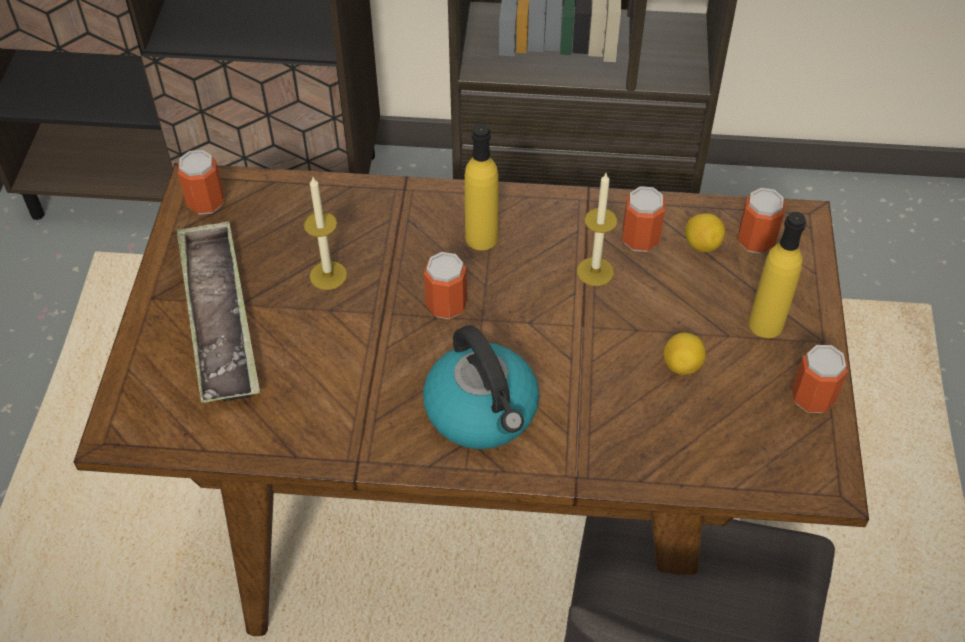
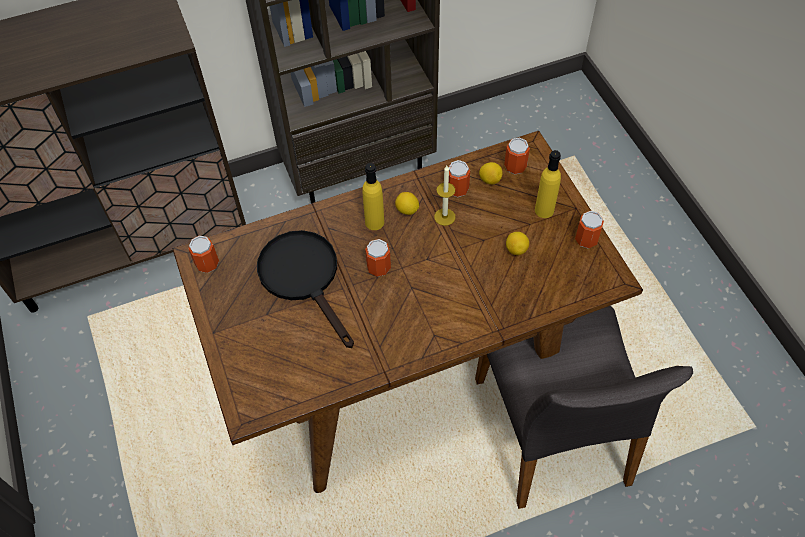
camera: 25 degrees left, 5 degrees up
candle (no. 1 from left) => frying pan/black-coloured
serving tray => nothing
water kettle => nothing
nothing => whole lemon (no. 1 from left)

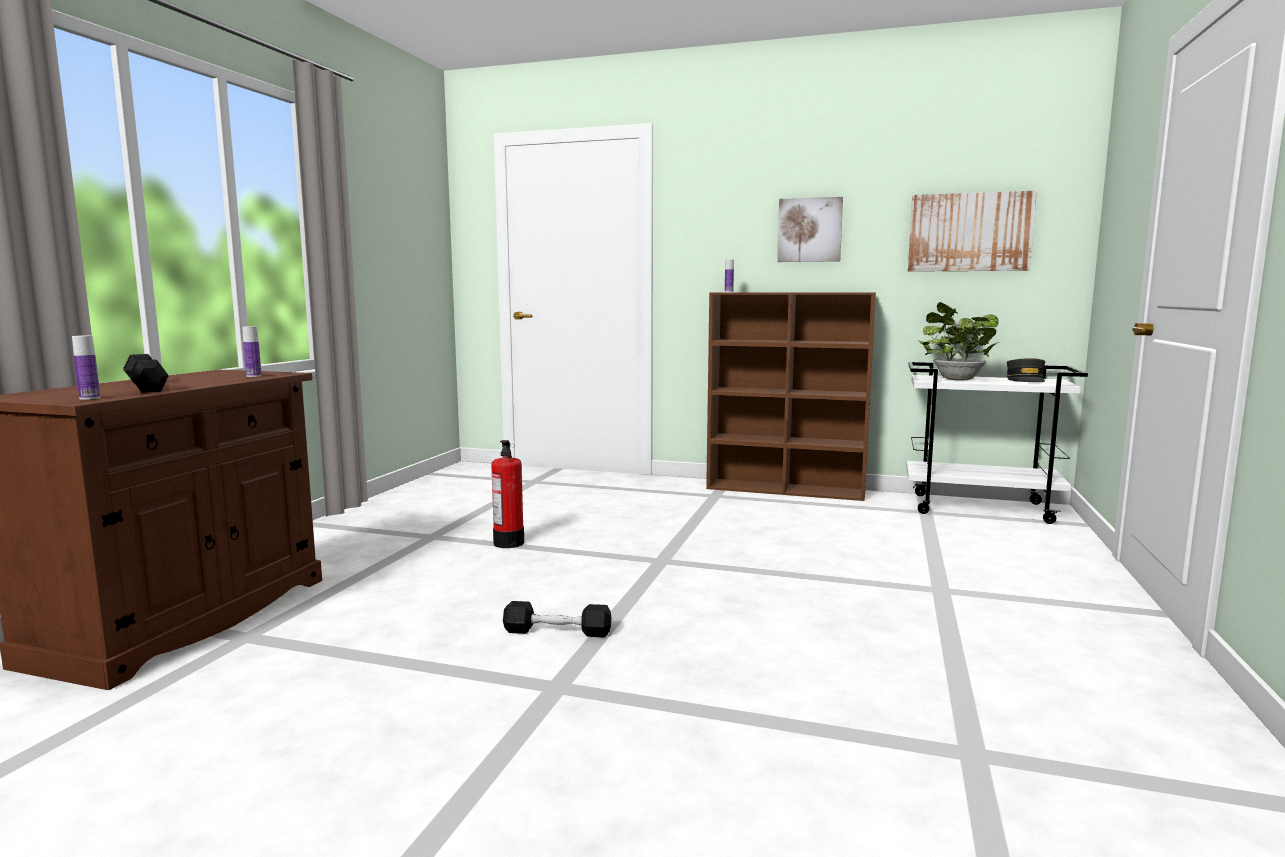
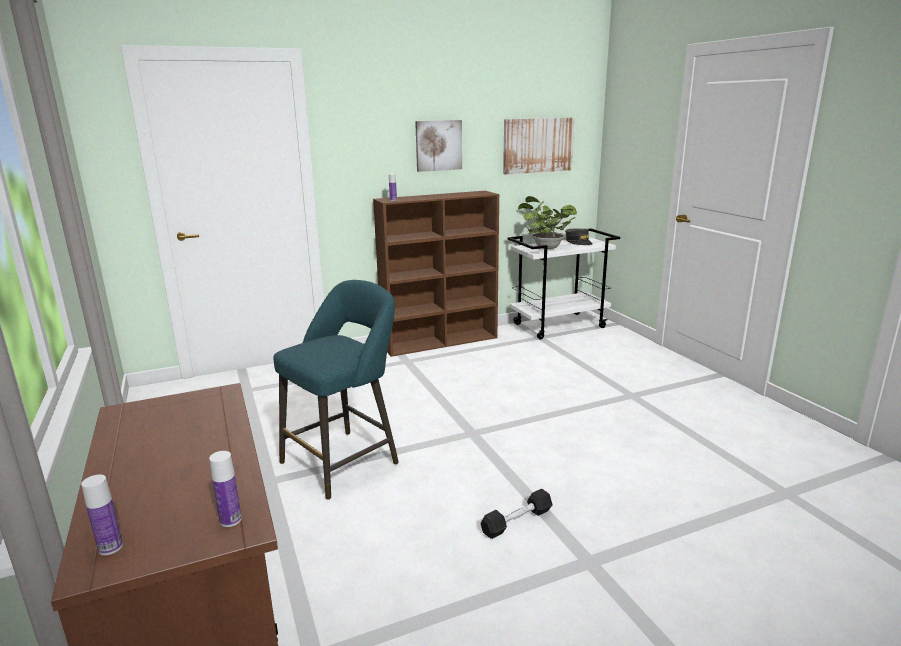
camera: 40 degrees left, 10 degrees up
drink bottle (no. 2 from left in the first image) => drink bottle (no. 1 from left), relocated
free weight/black-coloured (no. 1 from left) => nothing
extinguisher => stool/turquoise

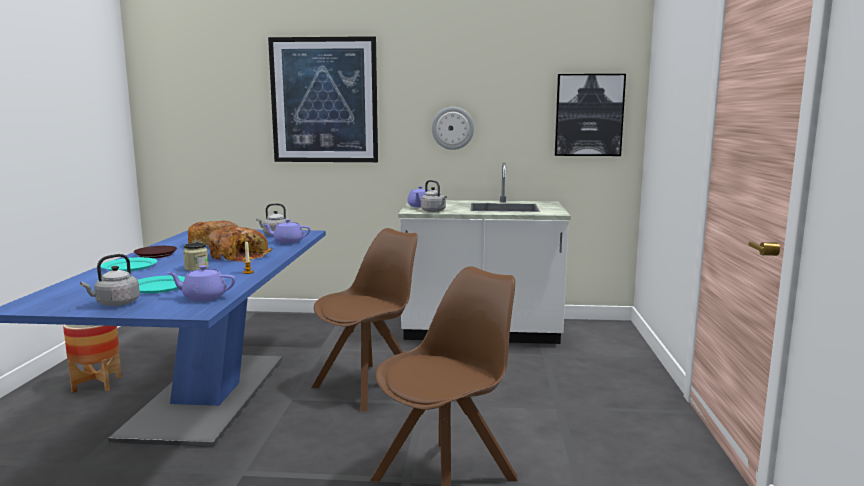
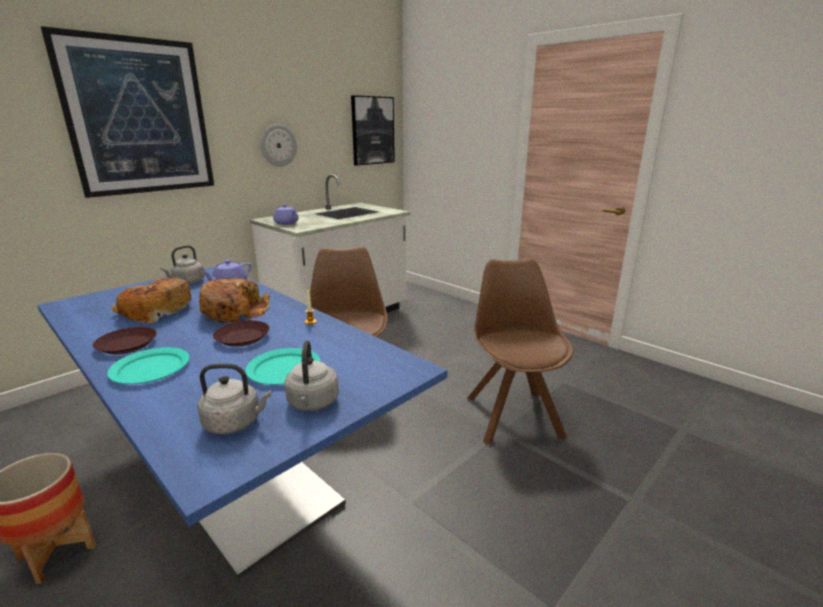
camera: 50 degrees left, 10 degrees up
water kettle/grey (no. 3 from left in the first image) => water kettle/grey (no. 2 from left), relocated
jar => plate/brownish (no. 2 from left)
teapot/purplish (no. 1 from left) => nothing

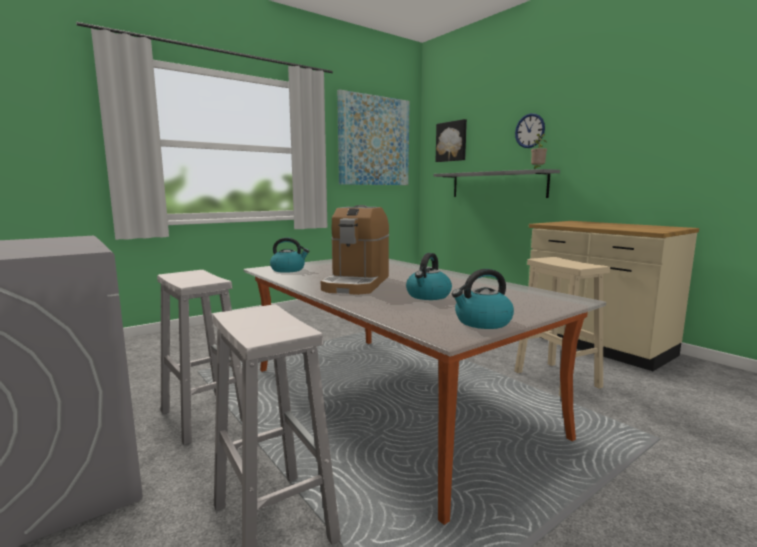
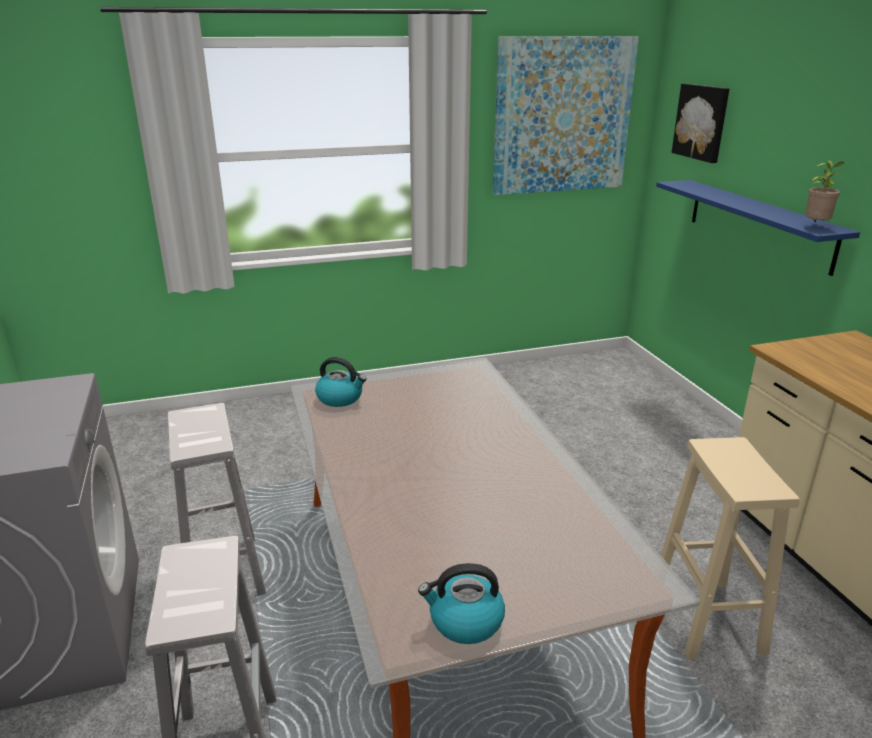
camera: 20 degrees right, 15 degrees up
wall clock => nothing
wall shelf/grey => wall shelf/blue-coloured
coffee brewer => nothing
water kettle (no. 2 from left) => nothing

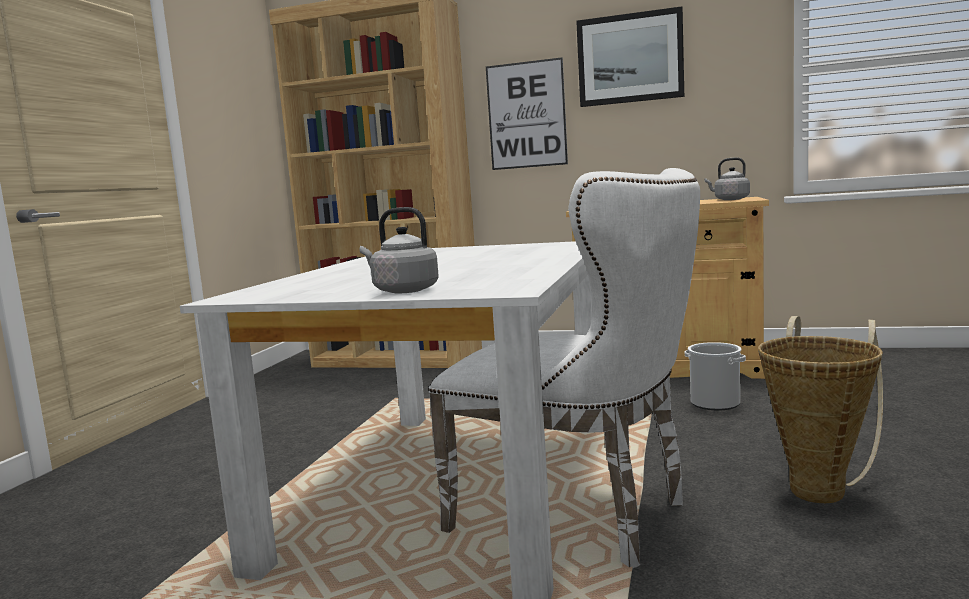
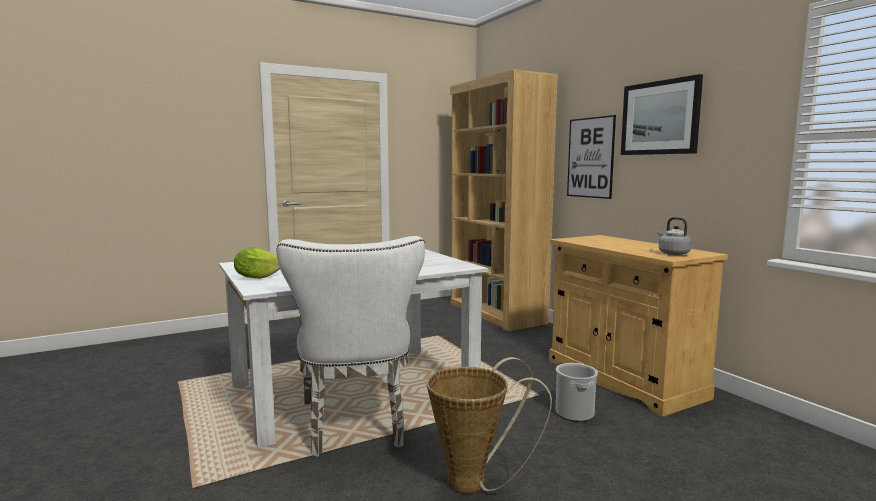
camera: 45 degrees right, 0 degrees up
water kettle/grey (no. 1 from left) => head of lettuce

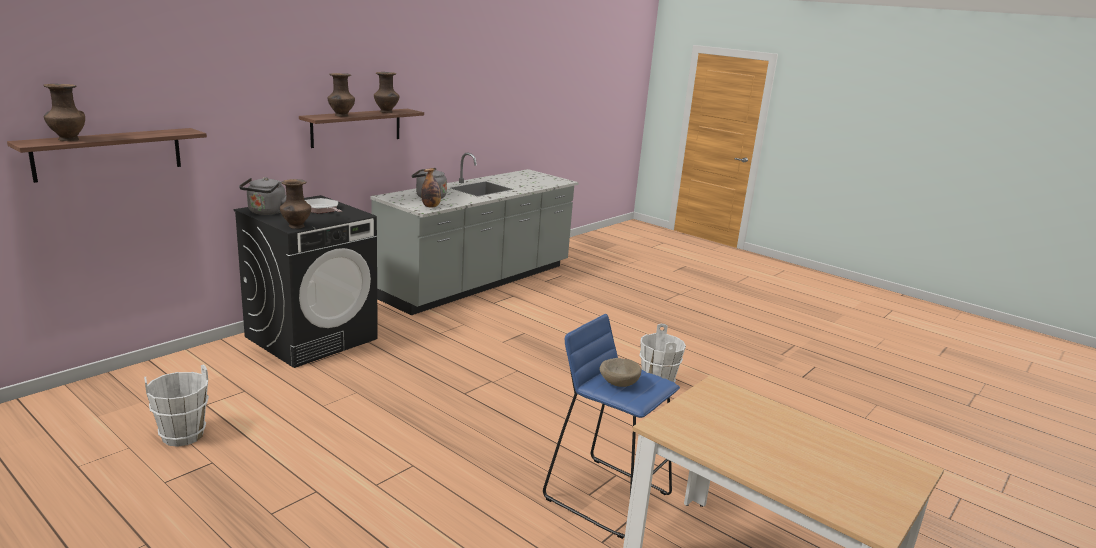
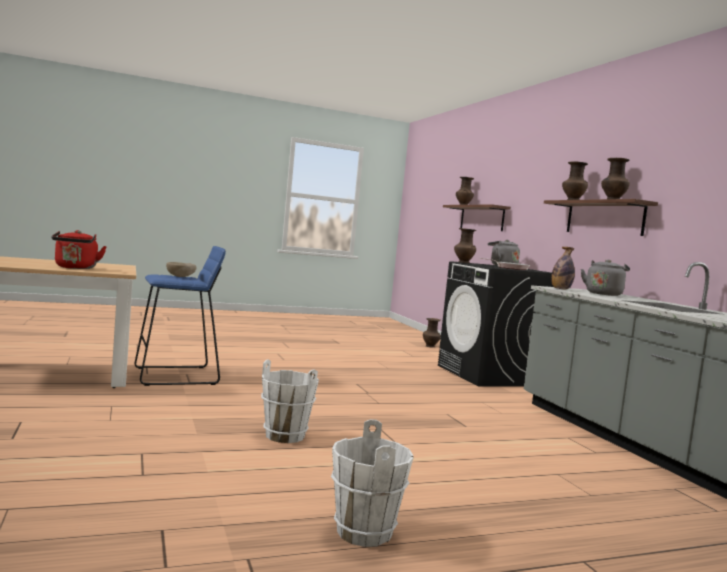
camera: 120 degrees right, 15 degrees down
water bucket/whitish (no. 1 from left in the first image) => water bucket/whitish (no. 2 from left), relocated
nothing => water kettle/red
nothing => decorative vase/brownish (no. 1 from left)

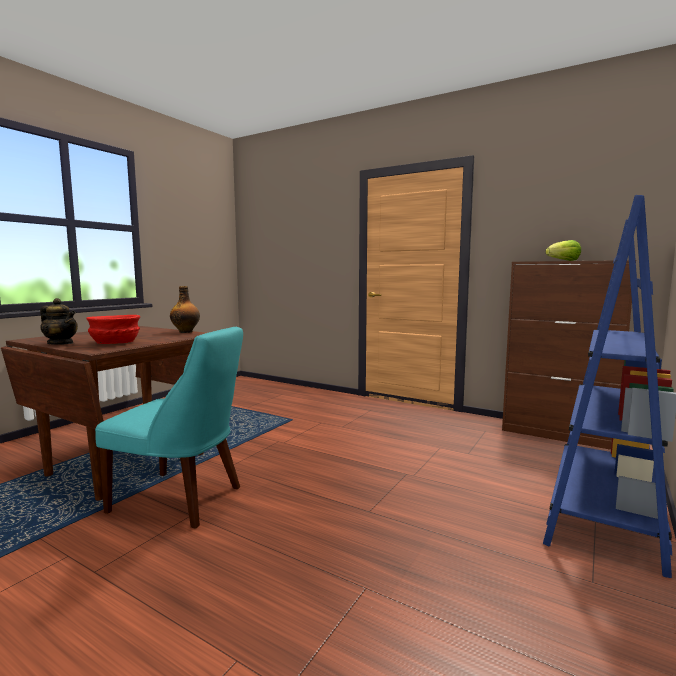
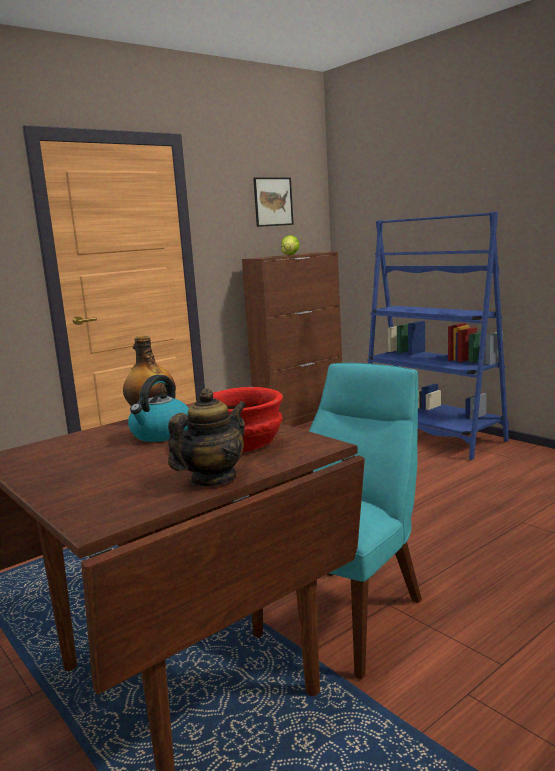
camera: 70 degrees left, 5 degrees up
nothing => wall picture
nothing => water kettle

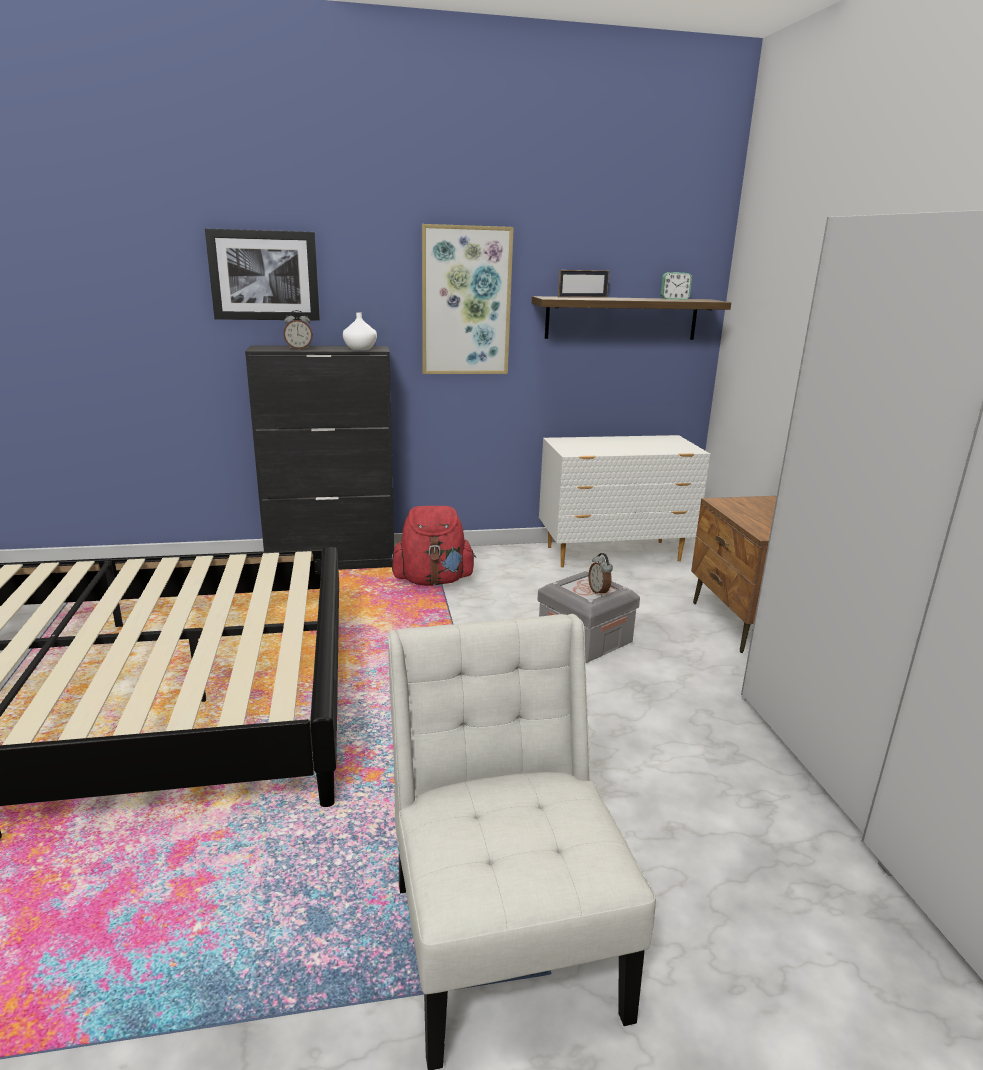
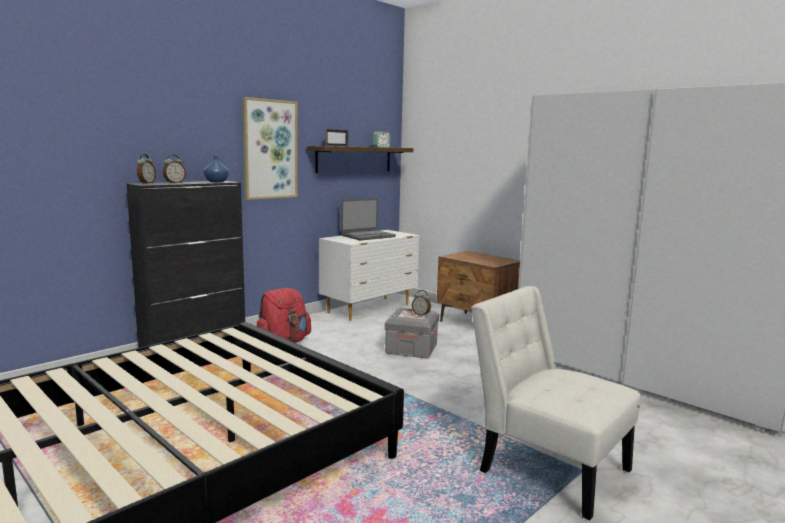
camera: 35 degrees left, 10 degrees down
wall picture (no. 1 from left) => nothing
decorative vase/whitish => decorative vase/blue-coloured
nothing => table clock (no. 1 from left)
nothing => portable computer

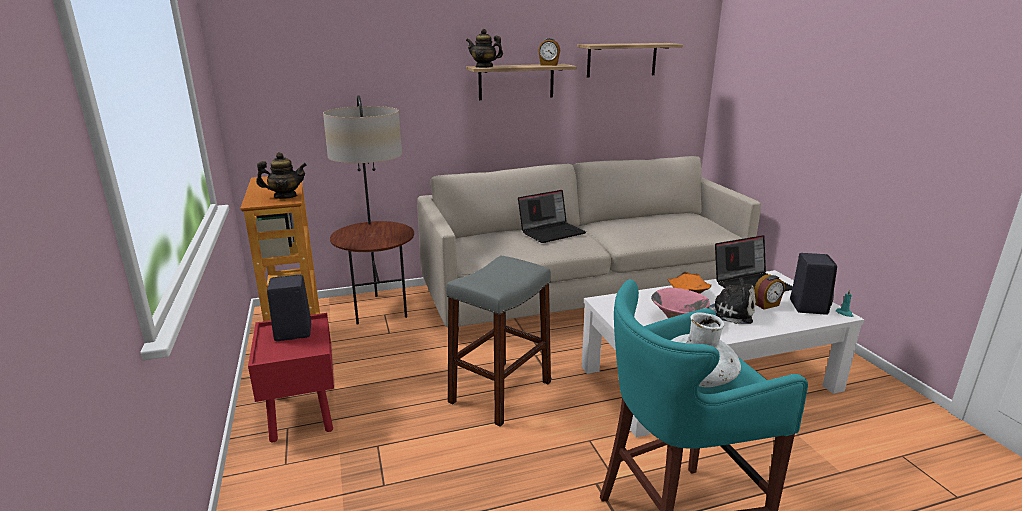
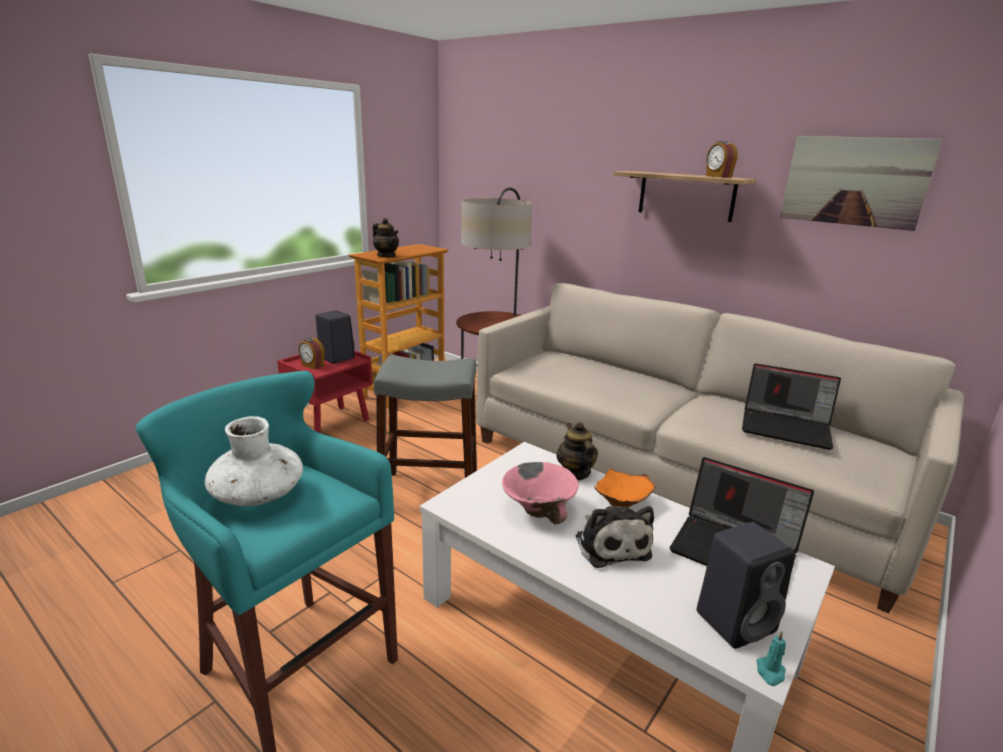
camera: 55 degrees right, 0 degrees up
teapot (no. 2 from left), relocated
wall shelf (no. 2 from left) => wall picture
portable computer (no. 1 from left in the first image) => portable computer (no. 2 from left), relocated
table clock (no. 2 from left in the first image) => table clock (no. 1 from left), relocated

